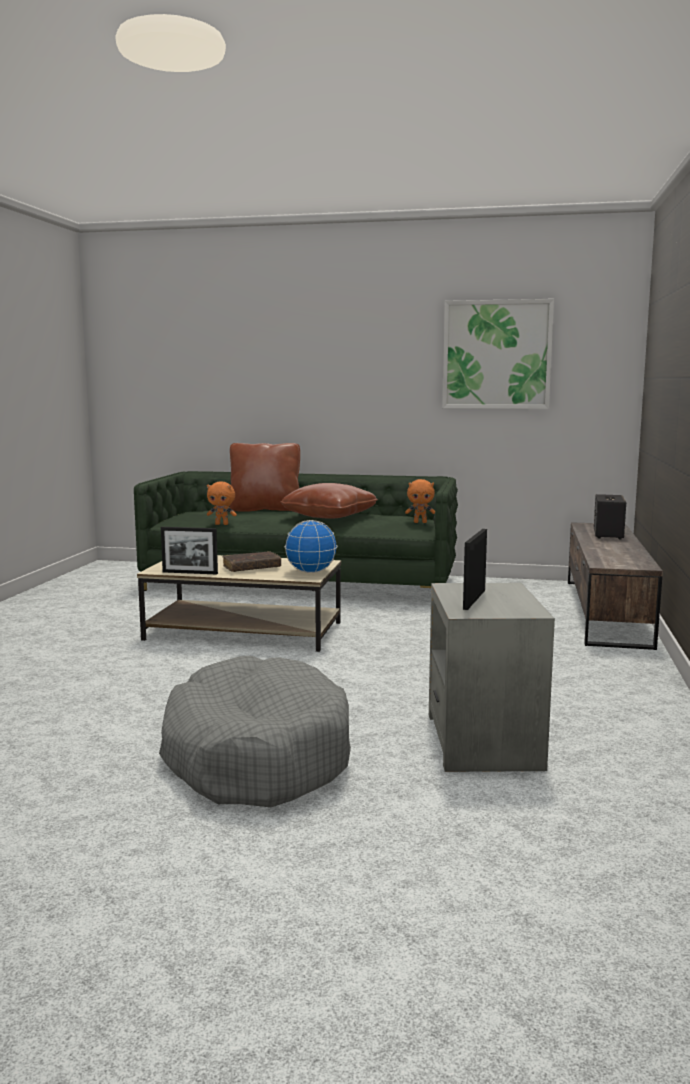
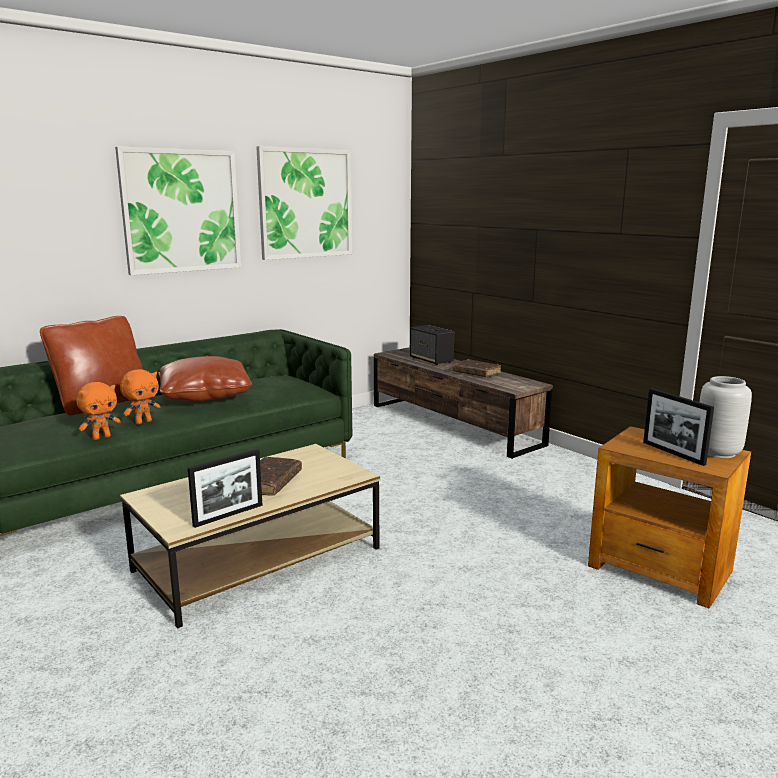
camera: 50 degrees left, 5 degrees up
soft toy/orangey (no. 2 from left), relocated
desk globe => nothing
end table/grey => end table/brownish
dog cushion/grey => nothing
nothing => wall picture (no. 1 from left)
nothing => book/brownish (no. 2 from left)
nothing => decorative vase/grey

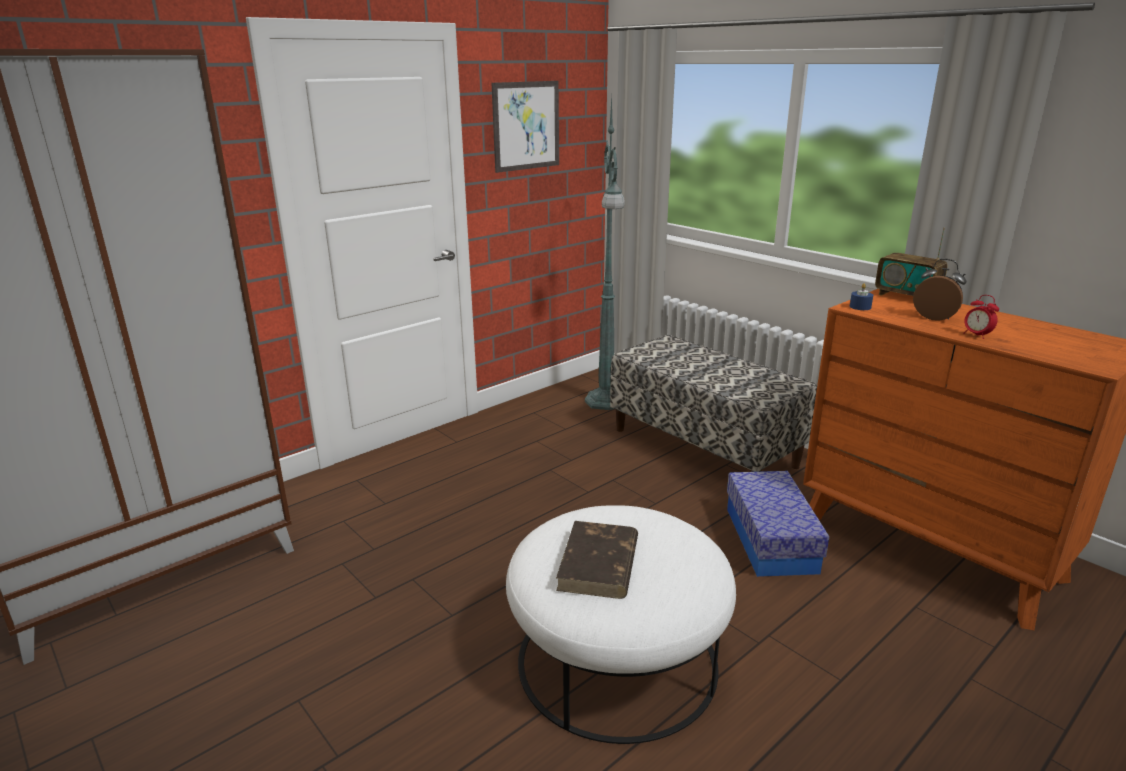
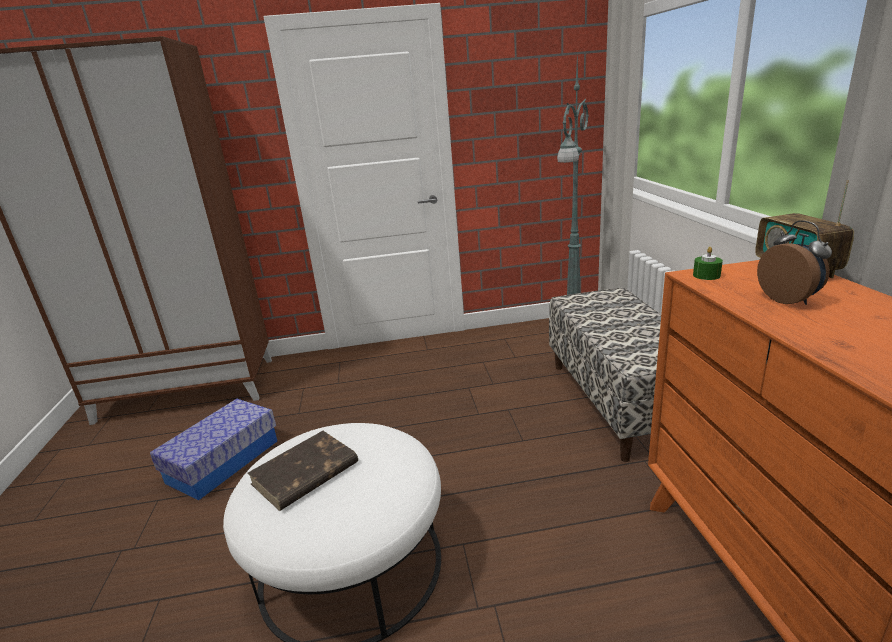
camera: 35 degrees right, 0 degrees up
wall picture => nothing
candle/blue-coloured => candle/green
table clock (no. 2 from left) => nothing
storage bin, relocated

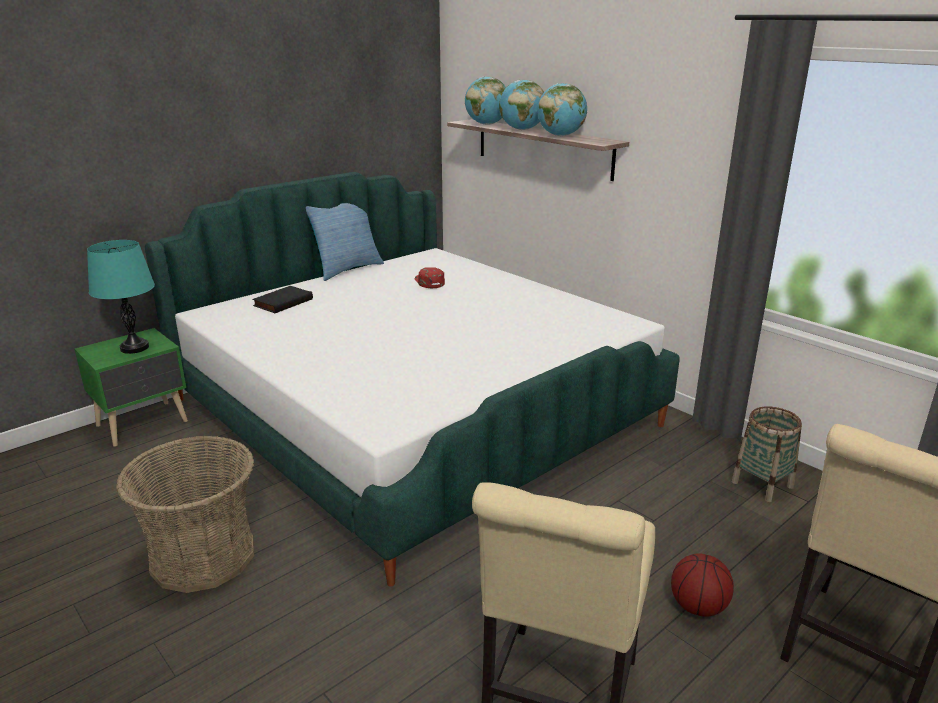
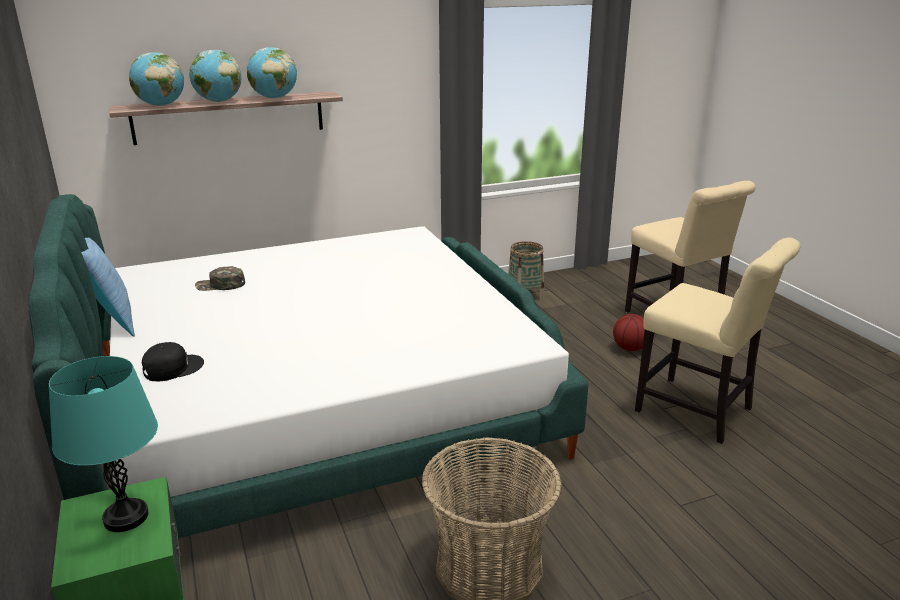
camera: 70 degrees left, 0 degrees up
cap/red => cap/green
book/black-coloured => cap/black-coloured

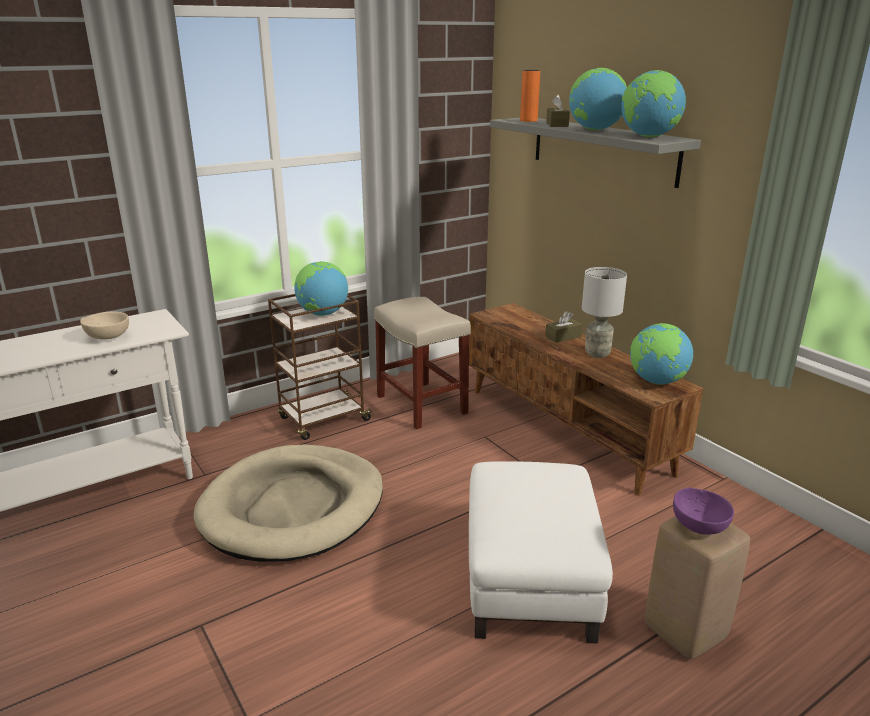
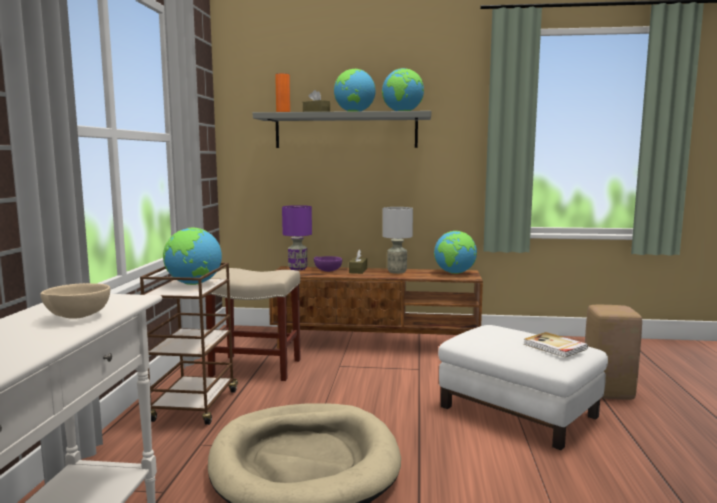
camera: 50 degrees left, 15 degrees down
serving bowl/purplish, relocated
nothing => lamp for a table/purplish
nothing => book

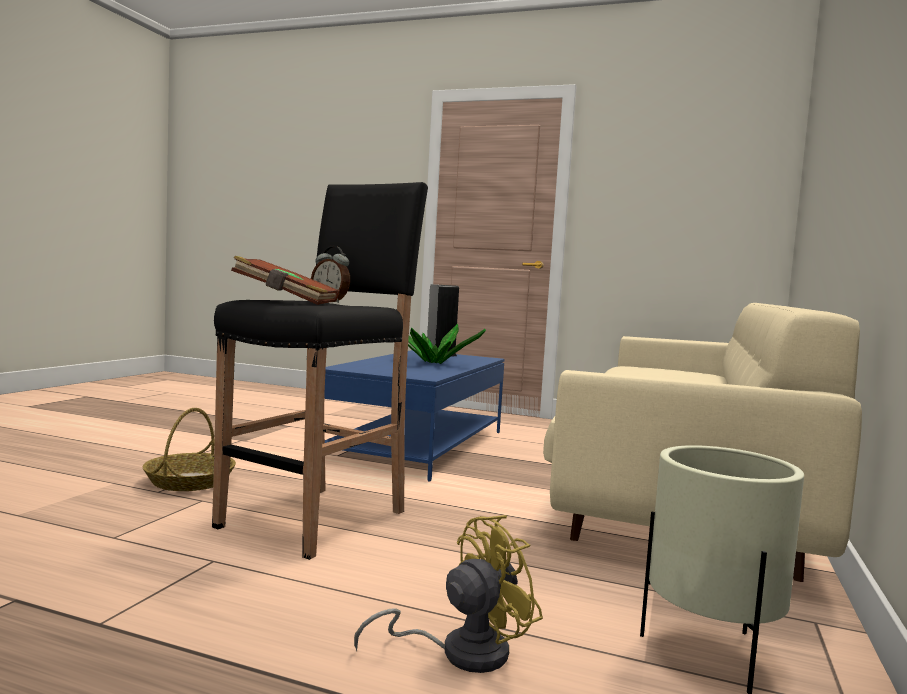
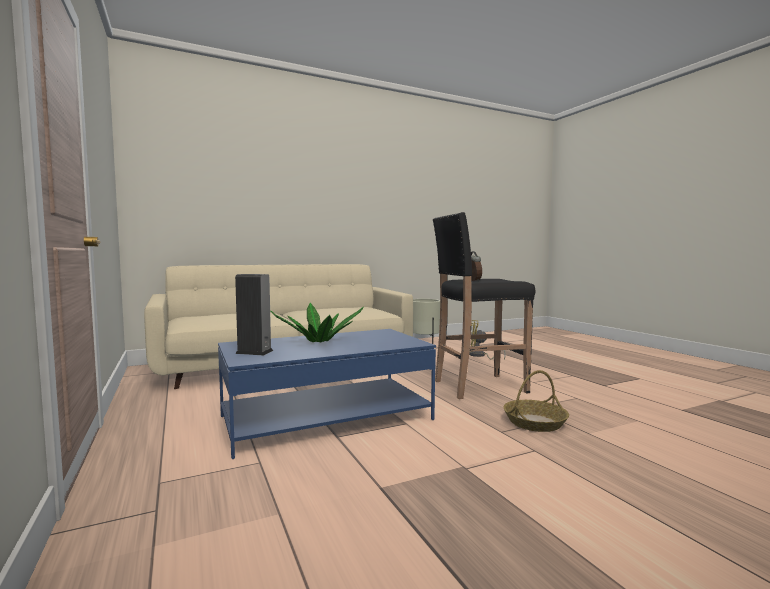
camera: 135 degrees left, 0 degrees up
book/brownish => nothing

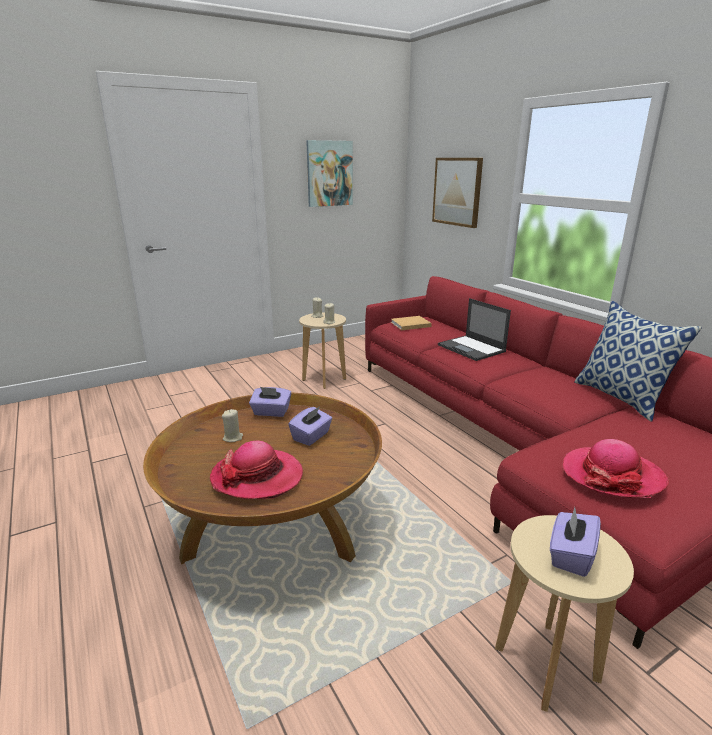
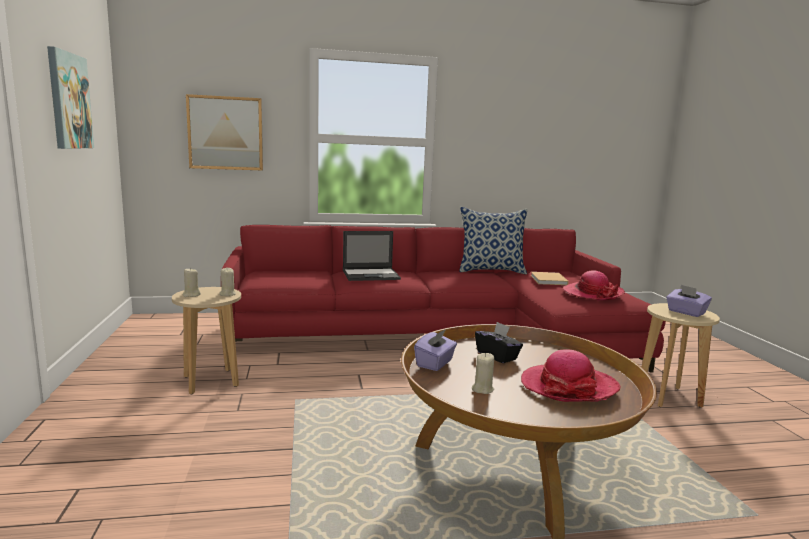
camera: 70 degrees left, 10 degrees down
book/sand-coloured, relocated
tissue holder/purplish (no. 2 from left) => tissue holder/black-coloured

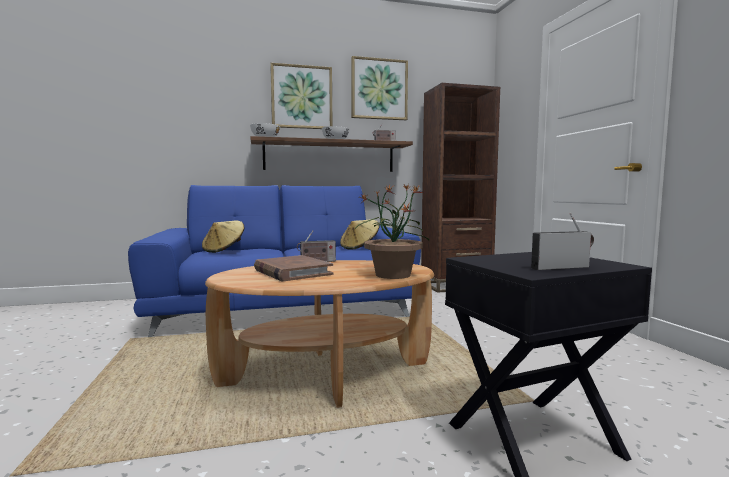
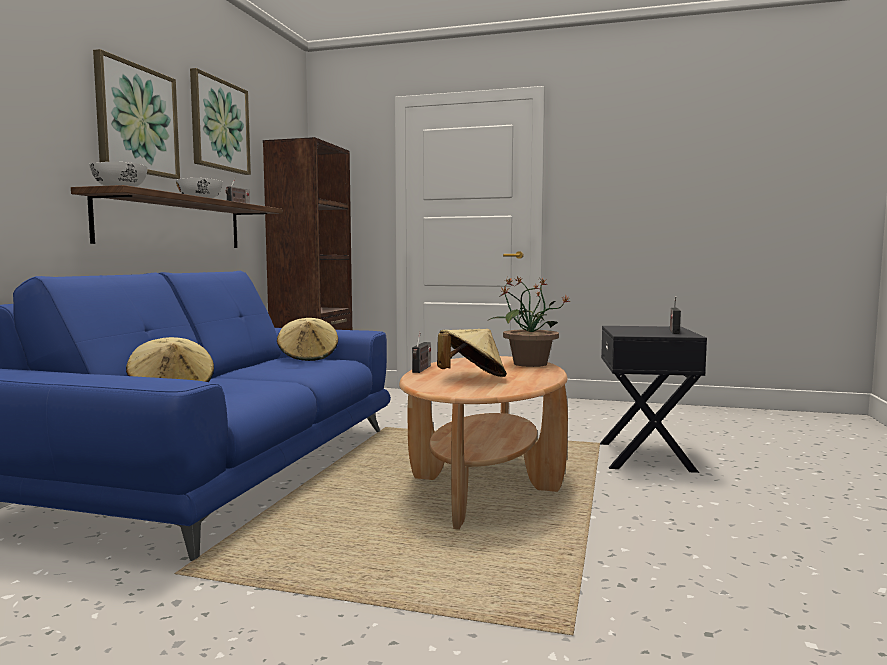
camera: 60 degrees left, 0 degrees up
book/brownish => wearable hat/sand-coloured (no. 3 from left)

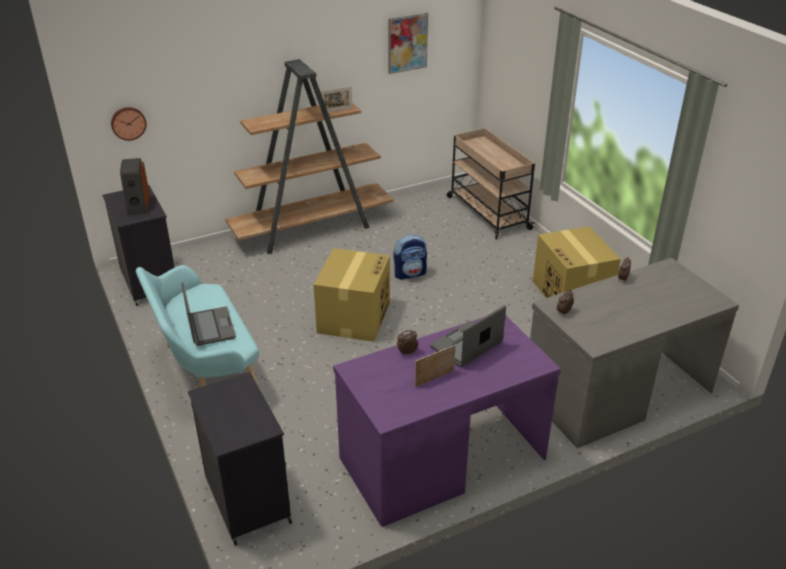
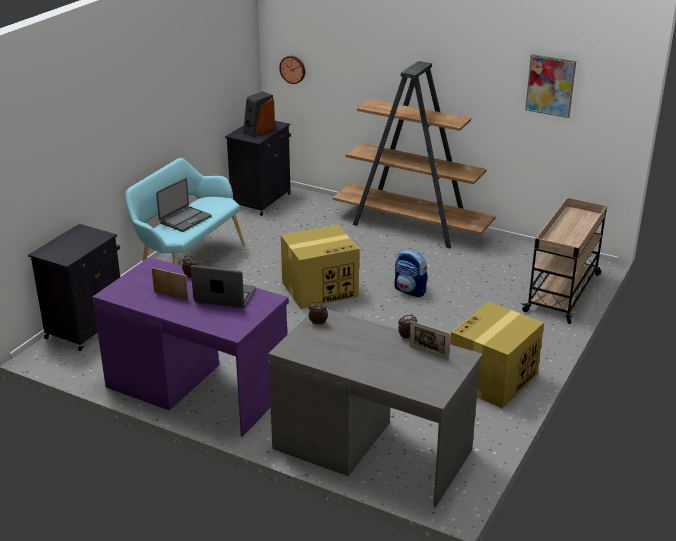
camera: 55 degrees right, 5 degrees down
standing frame (no. 1 from left in the first image) => standing frame (no. 2 from left), relocated

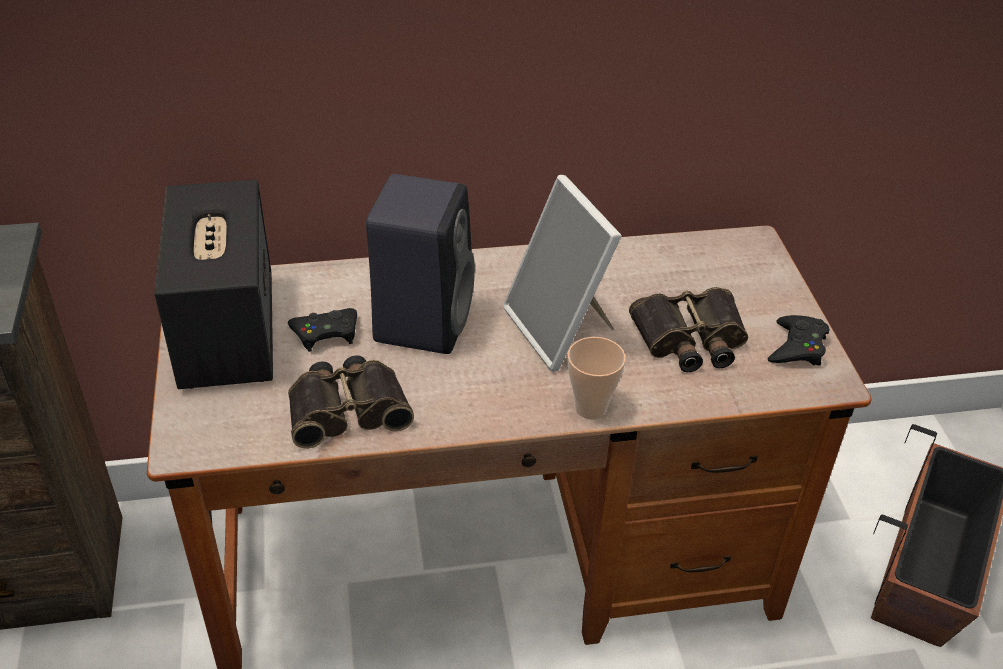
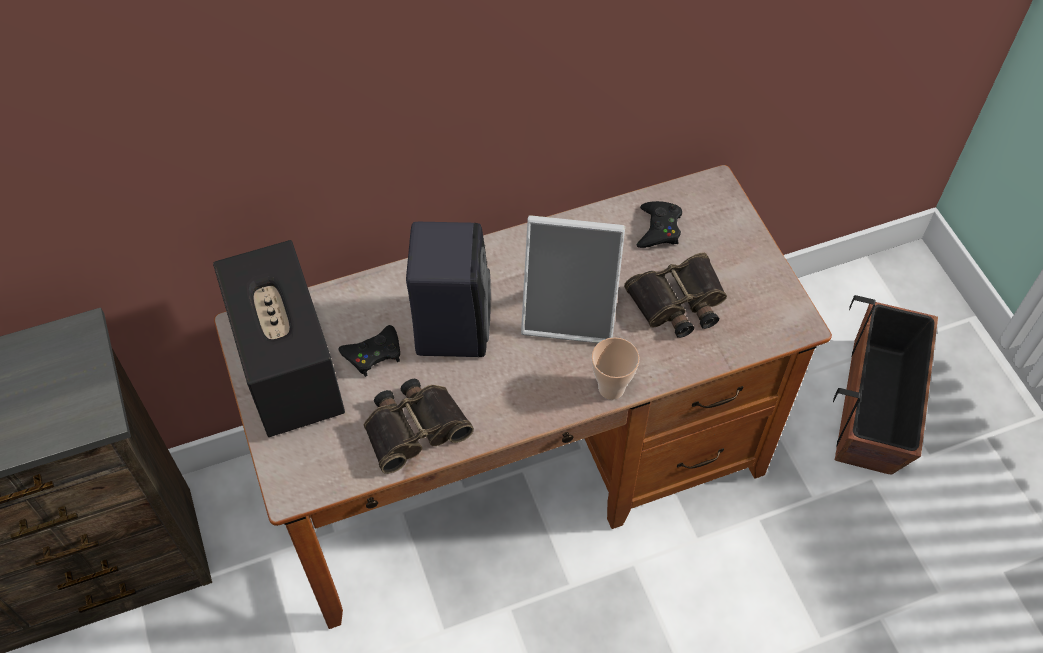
camera: 10 degrees left, 15 degrees up
standing frame, 45 degrees counterclockwise
gamepad/black-coloured (no. 2 from left), relocated

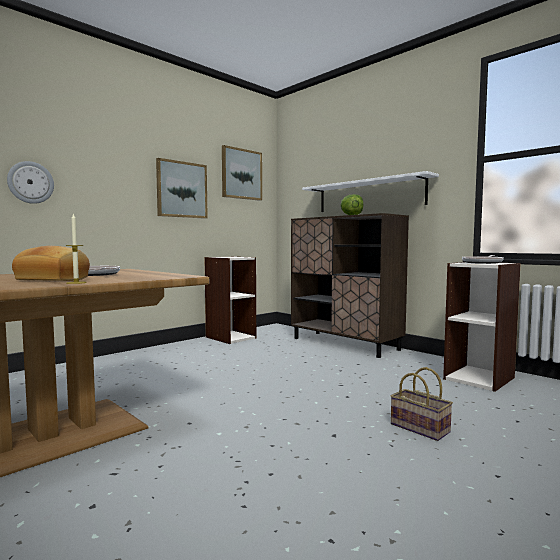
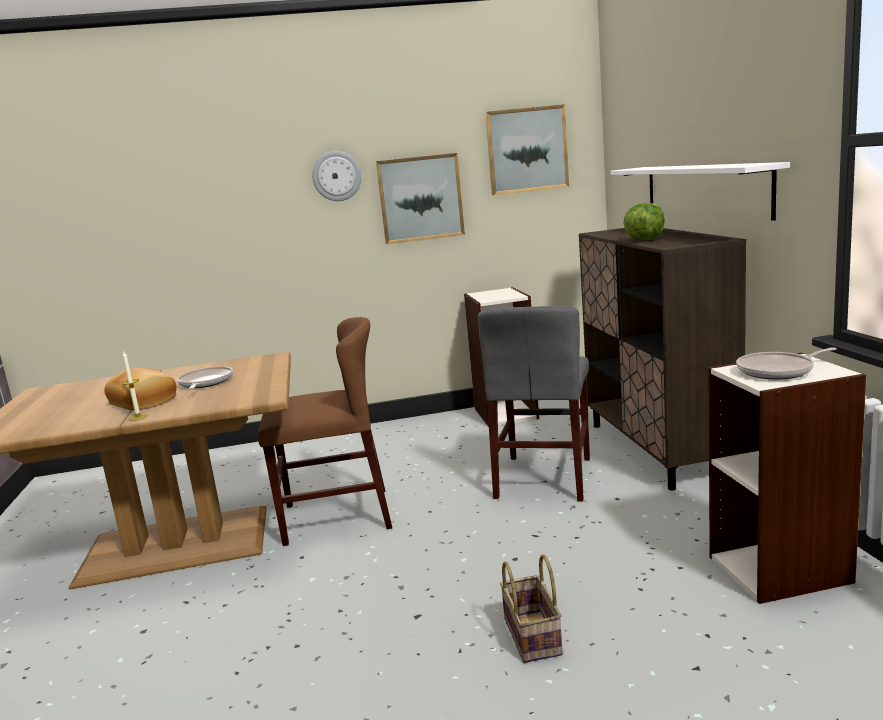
camera: 35 degrees right, 10 degrees up
wall clock, relocated
nothing => chair/grey
nothing => chair/brownish

